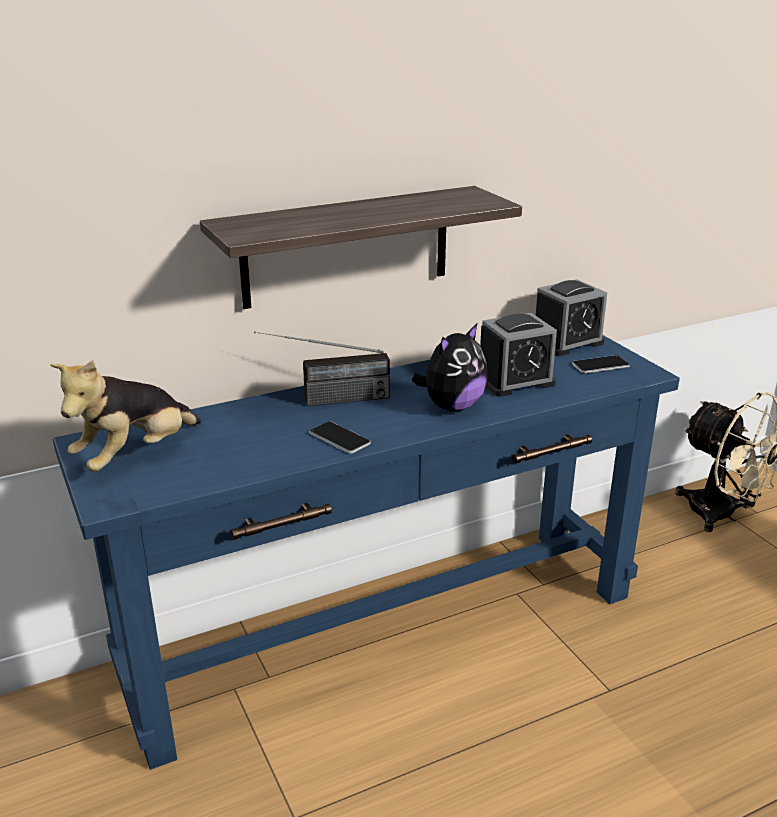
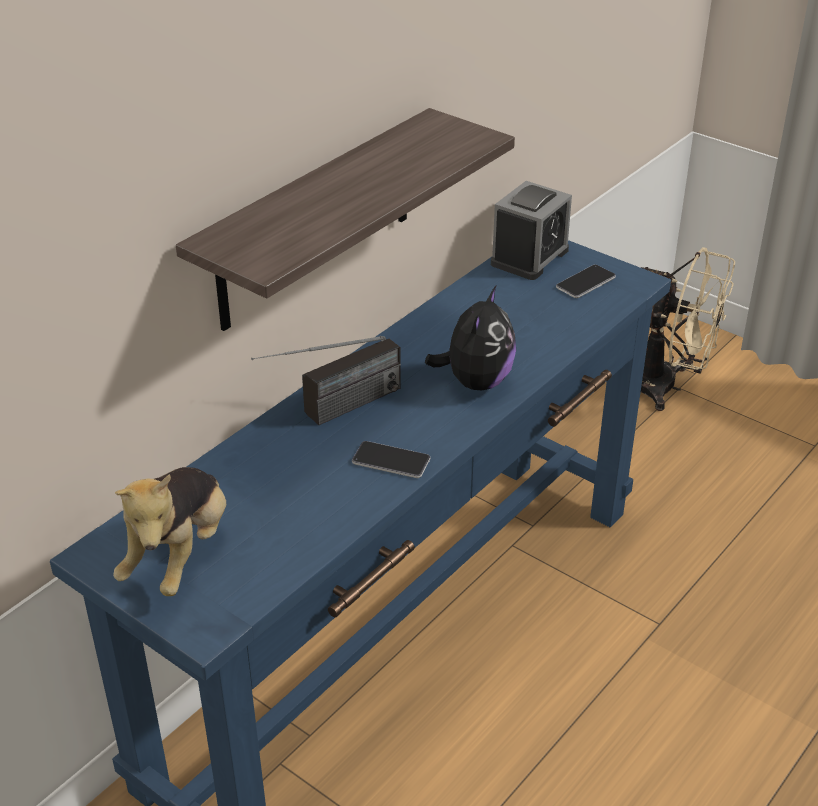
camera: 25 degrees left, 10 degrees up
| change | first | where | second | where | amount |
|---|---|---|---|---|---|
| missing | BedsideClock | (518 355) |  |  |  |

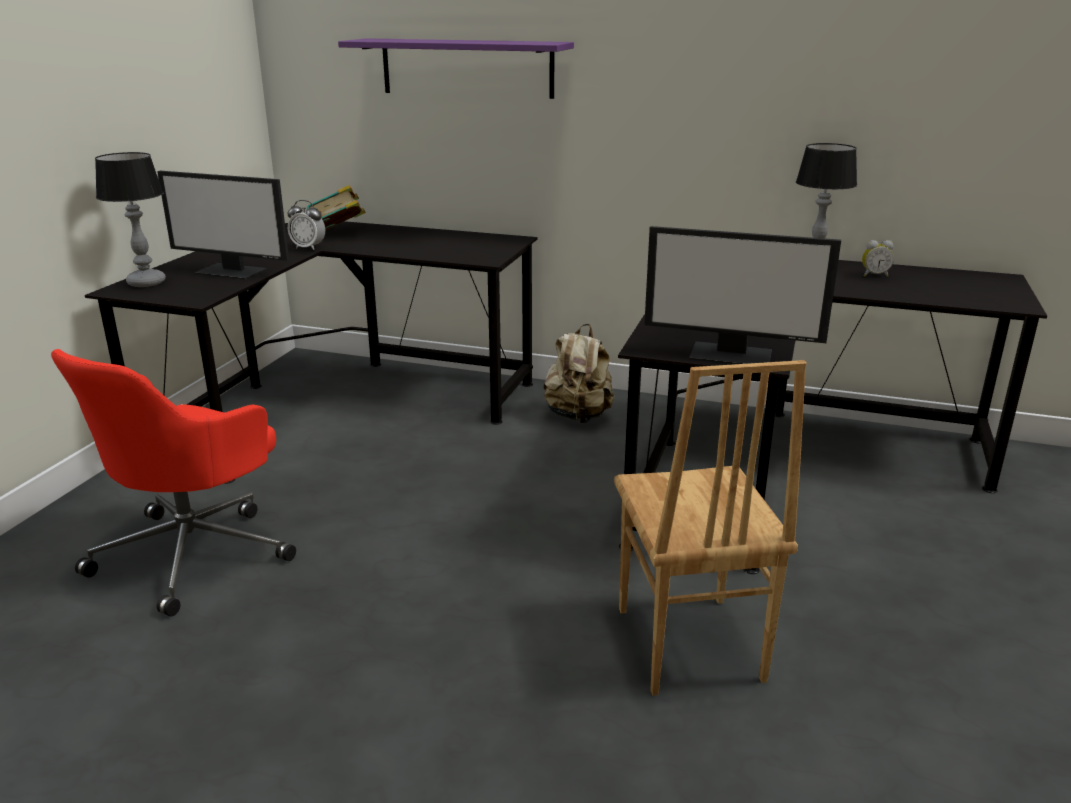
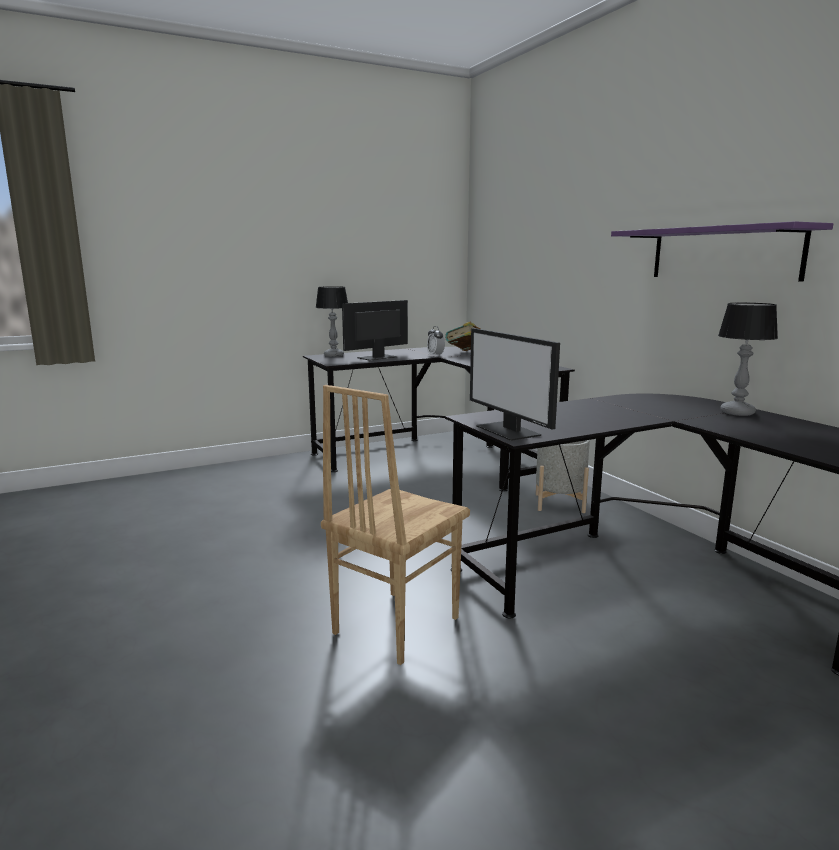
camera: 45 degrees right, 10 degrees down
| change | first | where | second | where | amount |
|---|---|---|---|---|---|
| relocated | PurpleBracketShelf | (456 68) |  | (722 251) |  |
| spun | ComputerDisplay | (223 225) |  | (375 330) | 75 degrees clockwise |
| missing | BedsideClock | (878 258) |  |  |  |
| exchanged | BeigeColouredKnapsack | (578 373) | GreyishPlanter | (563 476) |  |
| missing | RedColouredComputerChair | (173 482) |  |  |  |

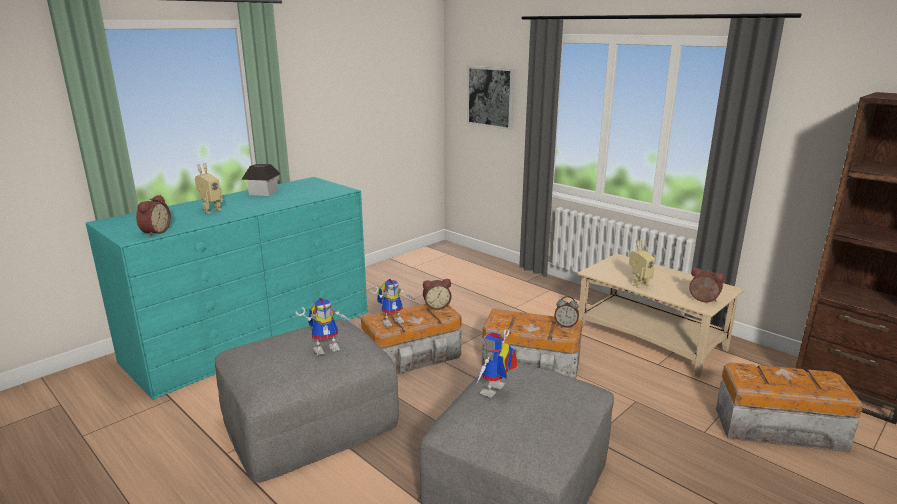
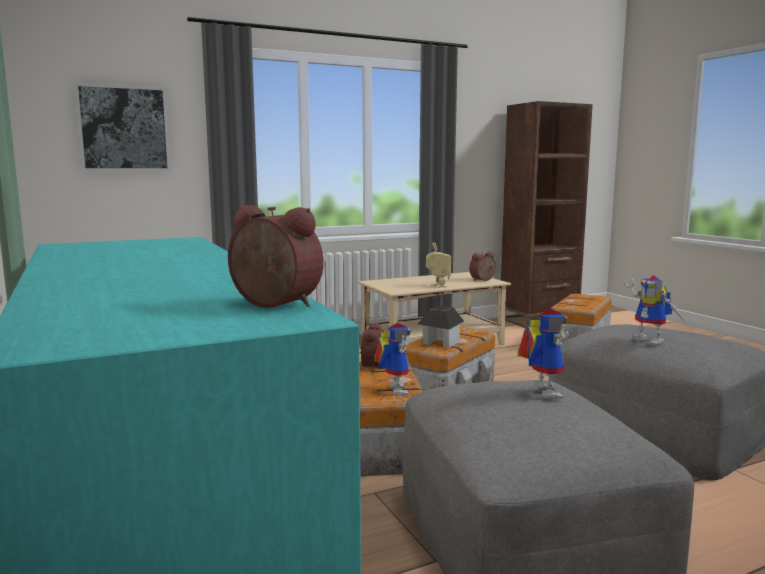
camera: 70 degrees left, 10 degrees down
| change | first | where | second | where | amount |
|---|---|---|---|---|---|
| missing | ToyRobot | (209 188) |  |  |  |
| relocated | ToyHouse | (261 180) |  | (441 327) |  |
| missing | BedsideClock | (566 312) |  |  |  |

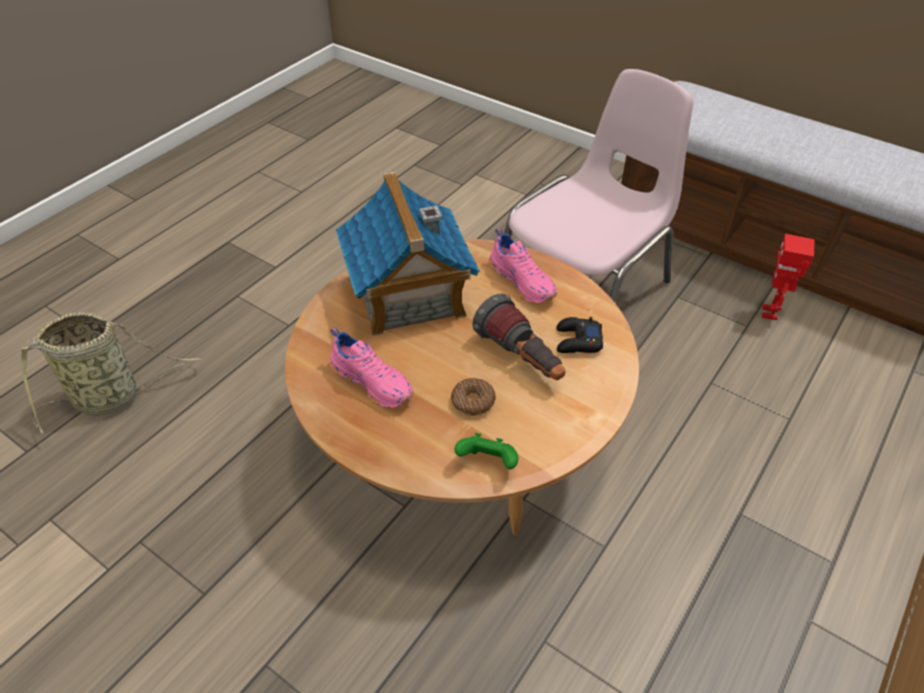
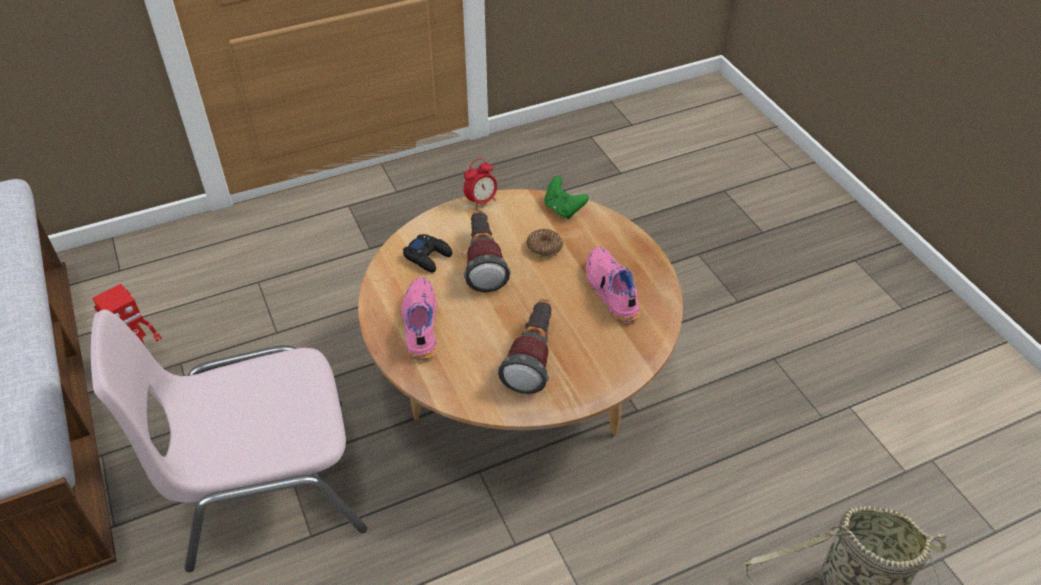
camera: 150 degrees left, 0 degrees up
| change | first | where | second | where | amount |
|---|---|---|---|---|---|
| exchanged | ToyHouse | (408 254) | Flashlight | (525 346) |  |
| appeared |  |  | BedsideClock | (480 184) |  |

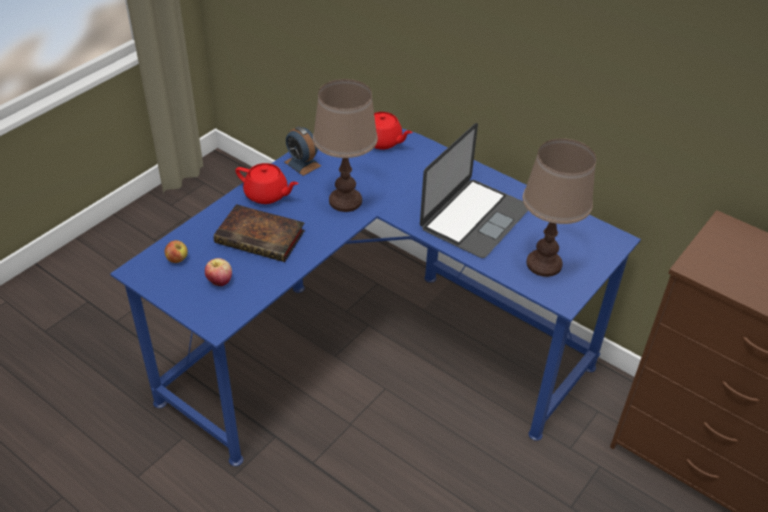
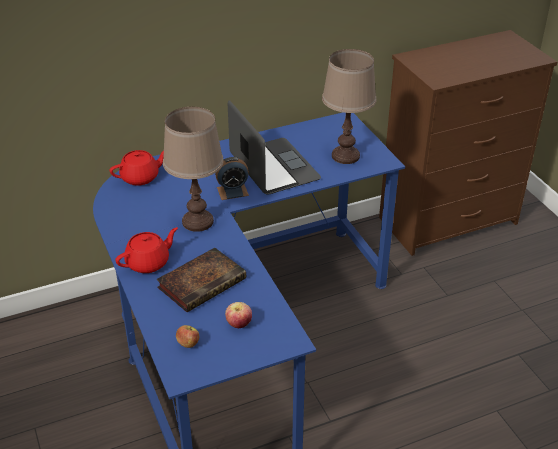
camera: 60 degrees left, 5 degrees down
| change | first | where | second | where | amount |
|---|---|---|---|---|---|
| relocated | BedsideClock | (302 151) |  | (232 178) |  |

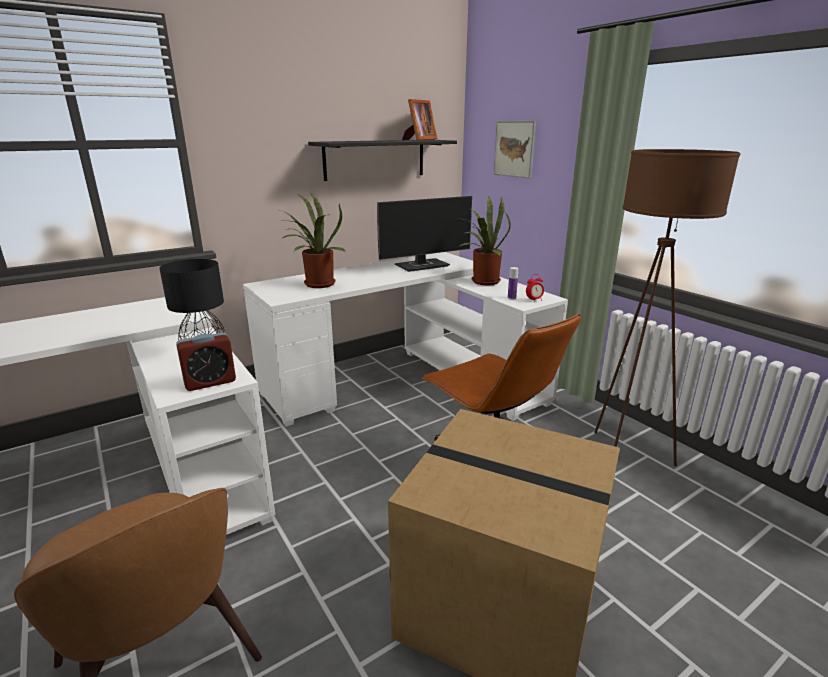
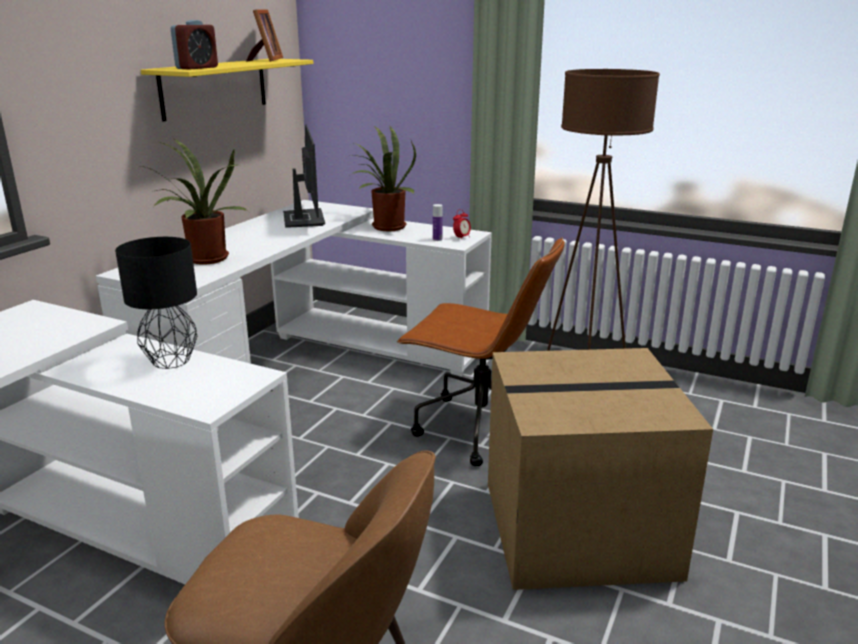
camera: 30 degrees left, 0 degrees up
| change | first | where | second | where | amount |
|---|---|---|---|---|---|
| missing | WallPicture | (514 150) |  |  |  |
| colour | BlackBracketShelf | (382 160) | YellowBracketShelf | (227 90) |  |
| spun | ComputerDisplay | (424 234) |  | (304 176) | 45 degrees counterclockwise |
| relocated | BedsideClock | (206 361) |  | (194 45) |  |

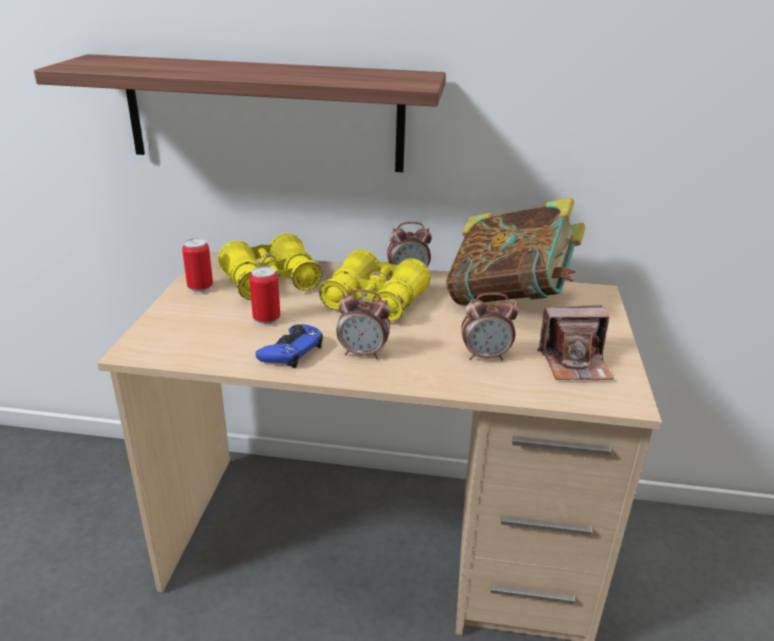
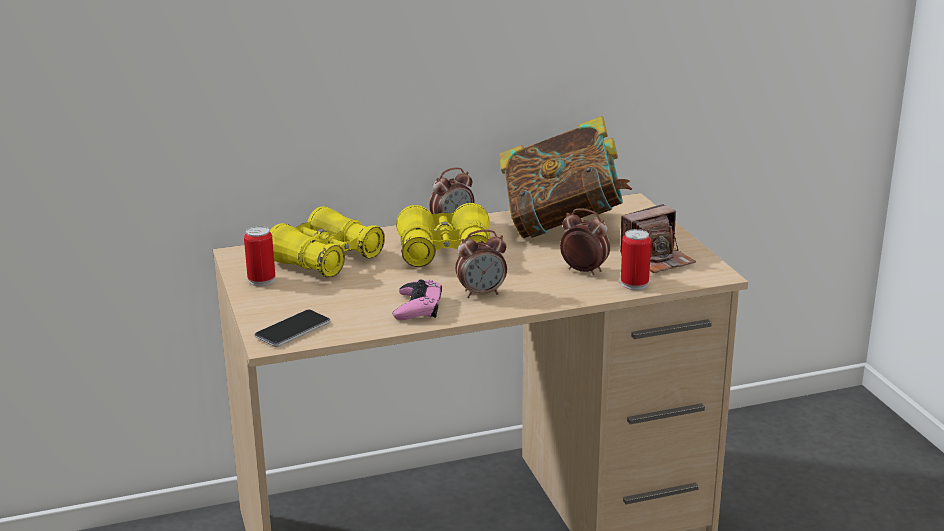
camera: 25 degrees left, 5 degrees down
| change | first | where | second | where | amount |
|---|---|---|---|---|---|
| missing | BracketShelf | (240 113) |  |  |  |
| relocated | Can | (264 296) |  | (636 259) |  |
| spun | BedsideClock | (489 326) |  | (585 241) | 120 degrees counterclockwise |
| colour | BlueGamepad | (289 346) | PinkColouredGamepad | (417 300) |  |
| appeared |  |  | Telephone | (292 328) |  |

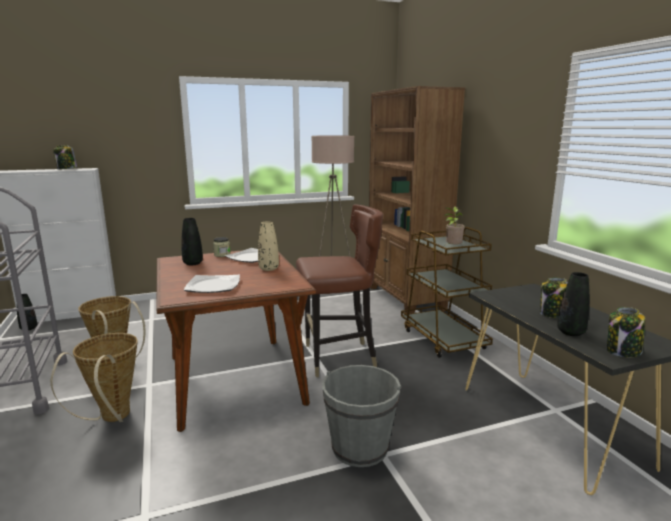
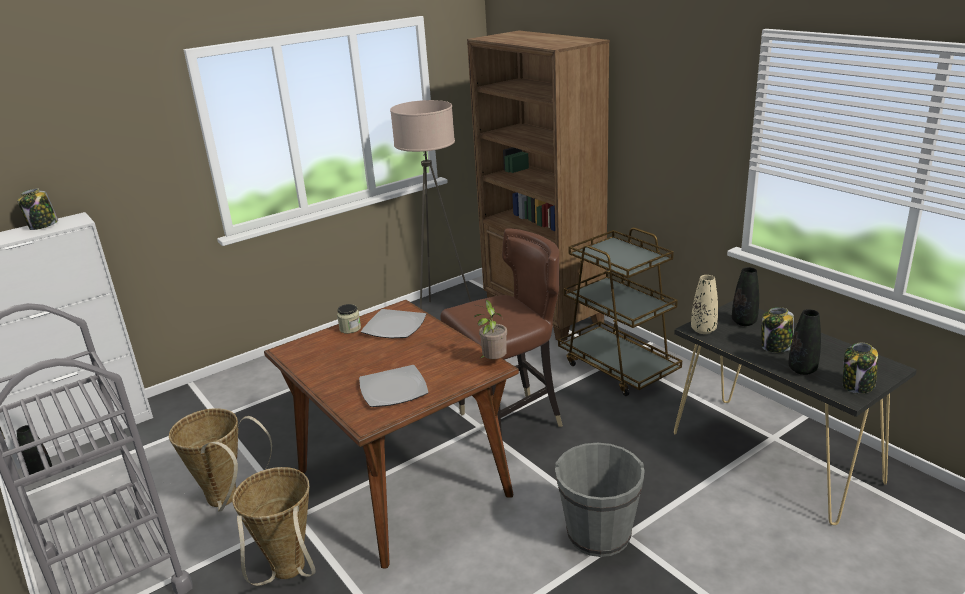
camera: 15 degrees left, 10 degrees up
| change | first | where | second | where | amount |
|---|---|---|---|---|---|
| relocated | Houseplant | (454 226) |  | (490 329) |  |
| relocated | BlackFlowerVase | (192 241) |  | (745 296) |  |
| relocated | BeigeColouredFlowerVase | (268 246) |  | (704 304) |  |

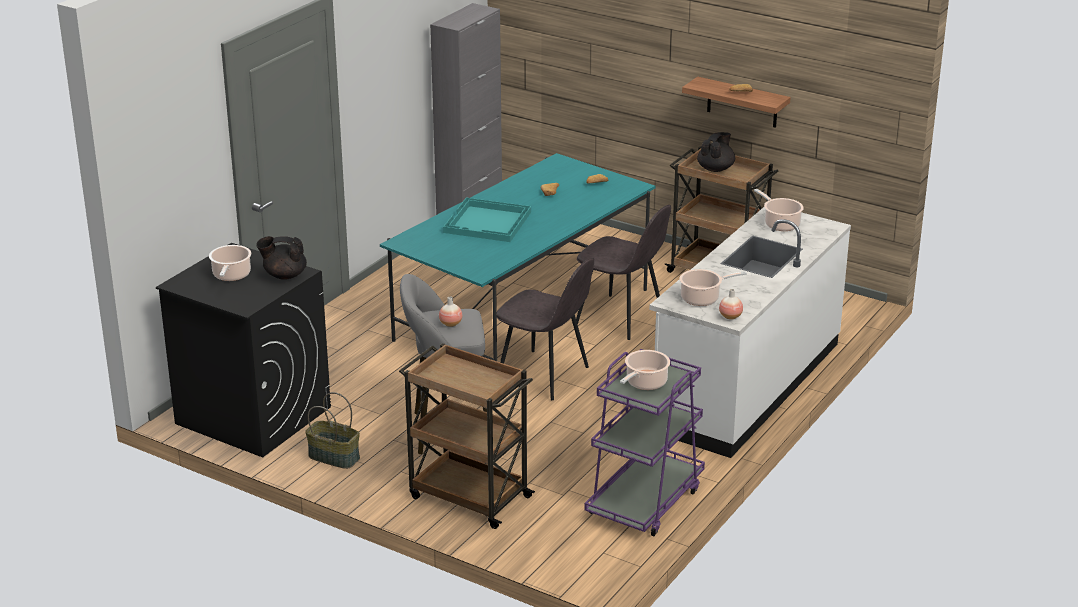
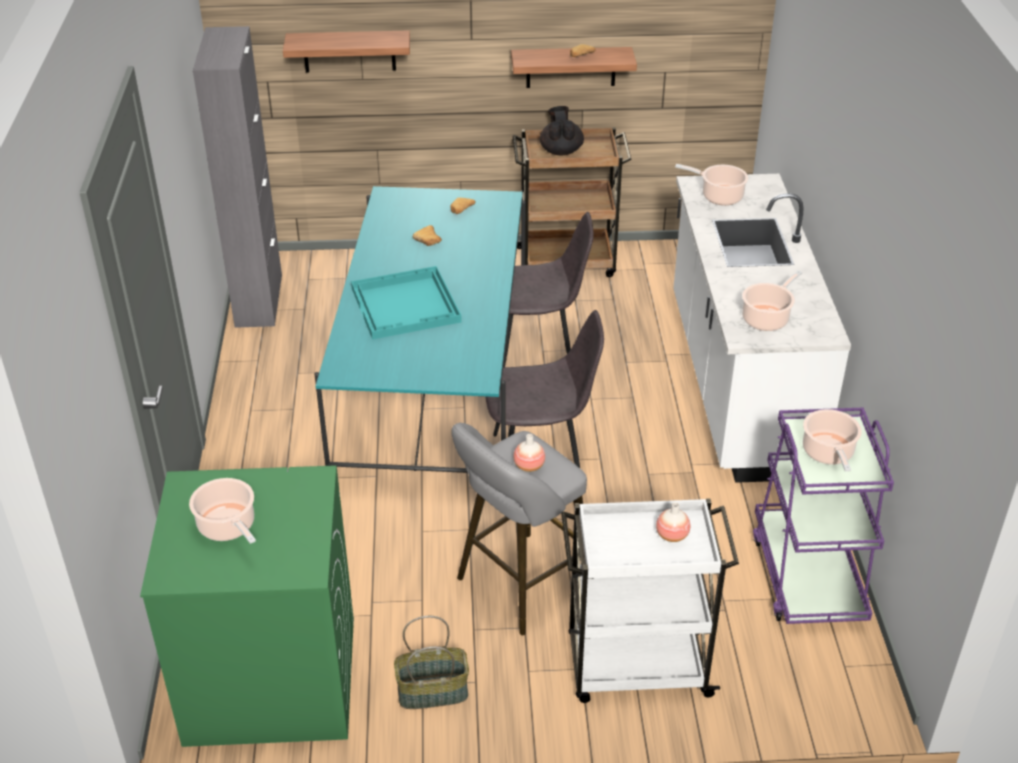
camera: 35 degrees left, 10 degrees up
| change | first | where | second | where | amount |
|---|---|---|---|---|---|
| missing | BlackTeaPot | (281 258) |  |  |  |
| colour | BlackLaundryMachine | (243 350) | GreenishLaundryMachine | (247 606) |  |
| relocated | FlowerVase | (731 304) |  | (673 522) |  |
| colour | BrownishWheeledCart | (467 436) | WhiteWheeledCart | (650 600) |  |
| appeared |  |  | BracketShelf | (346 52) |  |

